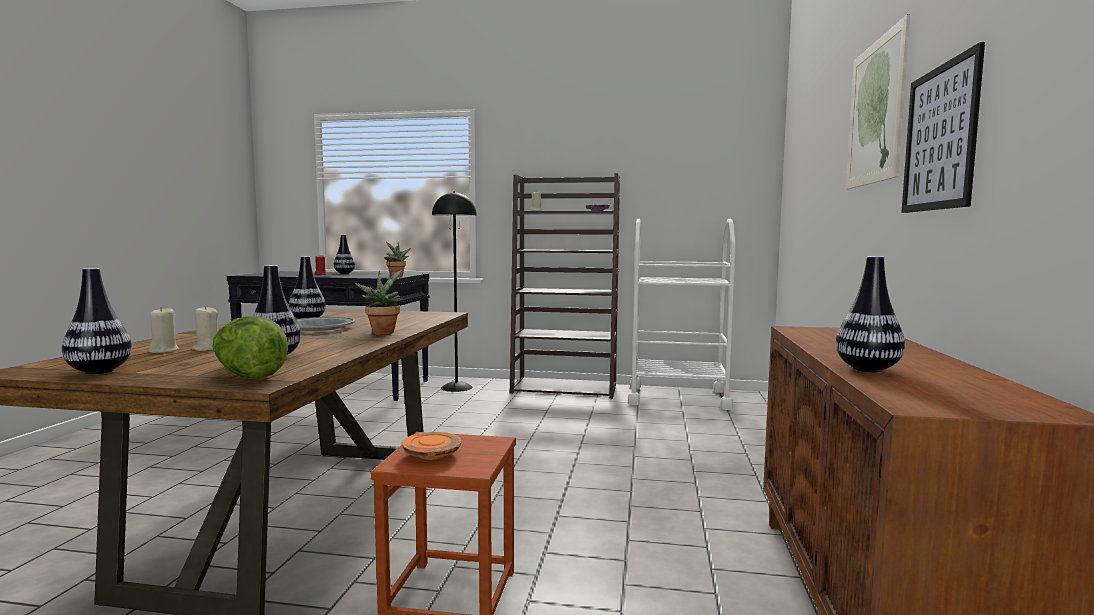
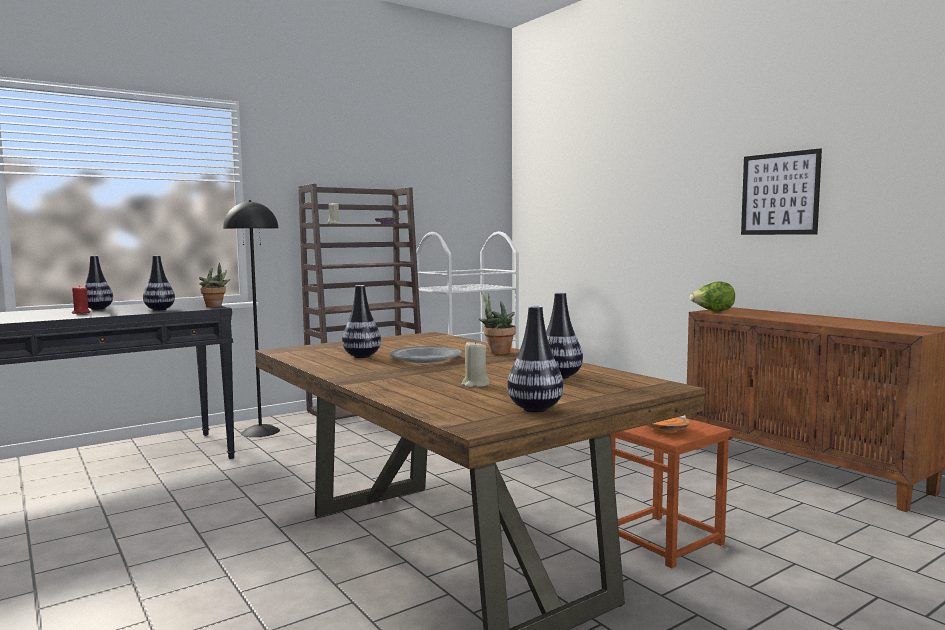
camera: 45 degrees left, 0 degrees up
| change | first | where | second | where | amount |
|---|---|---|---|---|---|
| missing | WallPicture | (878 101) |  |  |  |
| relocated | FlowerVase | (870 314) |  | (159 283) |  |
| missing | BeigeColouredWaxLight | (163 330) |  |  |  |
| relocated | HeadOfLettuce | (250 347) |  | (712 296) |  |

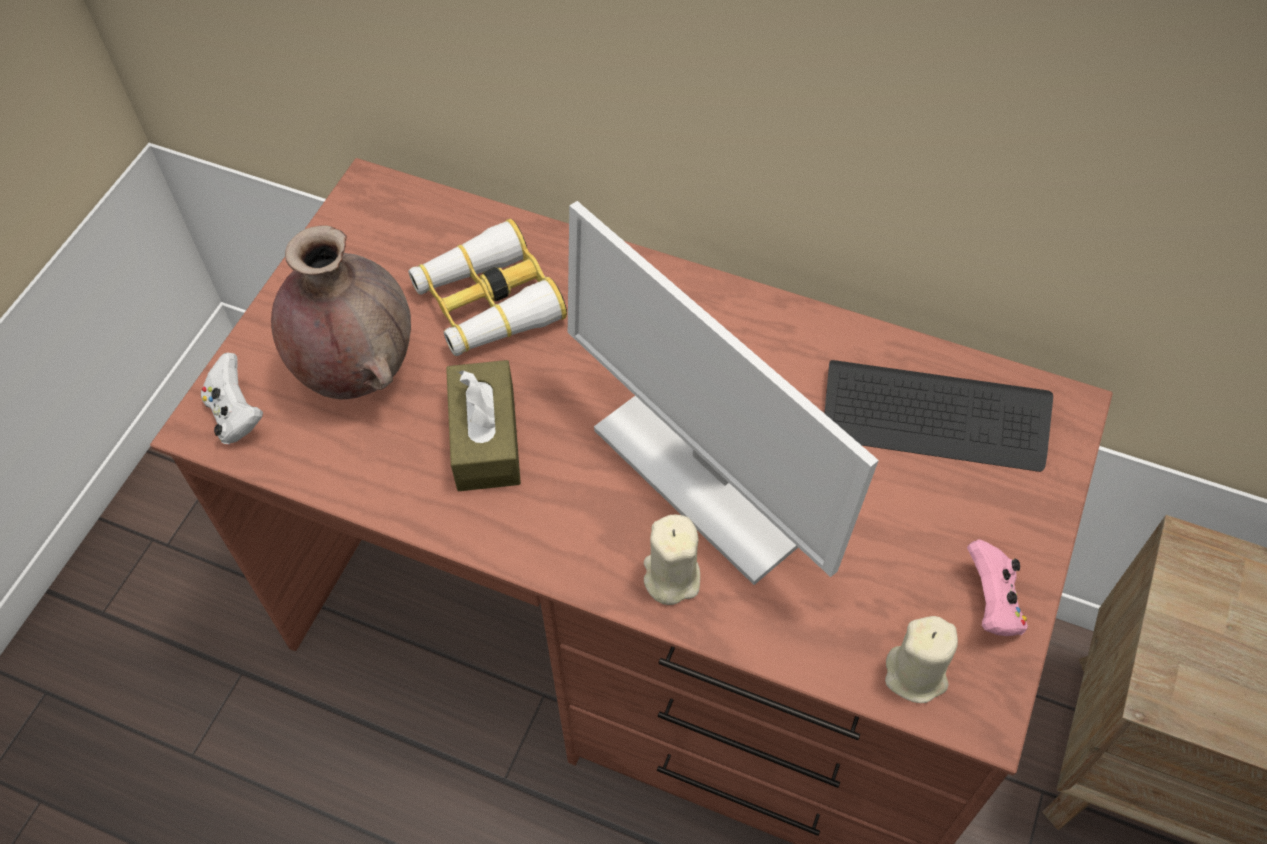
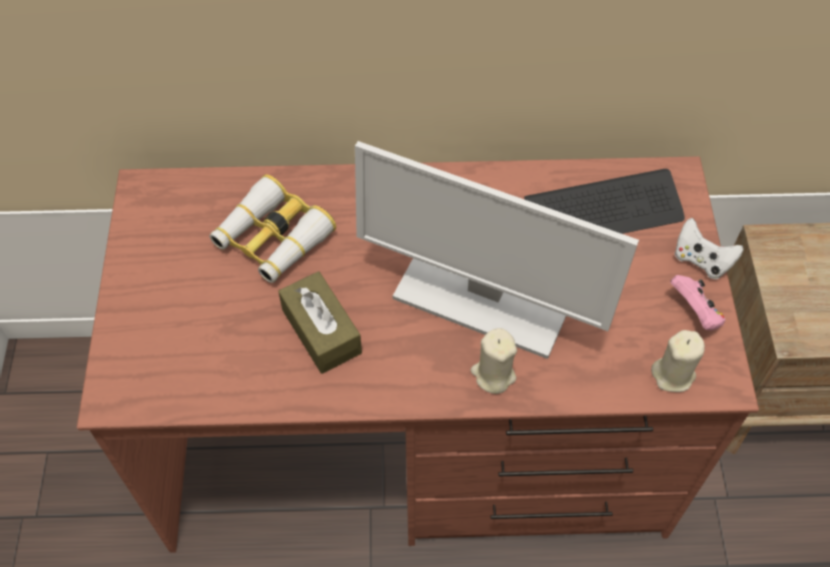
camera: 25 degrees left, 0 degrees up
| change | first | where | second | where | amount |
|---|---|---|---|---|---|
| missing | BrownishFlowerVase | (341 312) |  |  |  |
| relocated | WhiteGamepad | (232 399) |  | (709 248) |  |

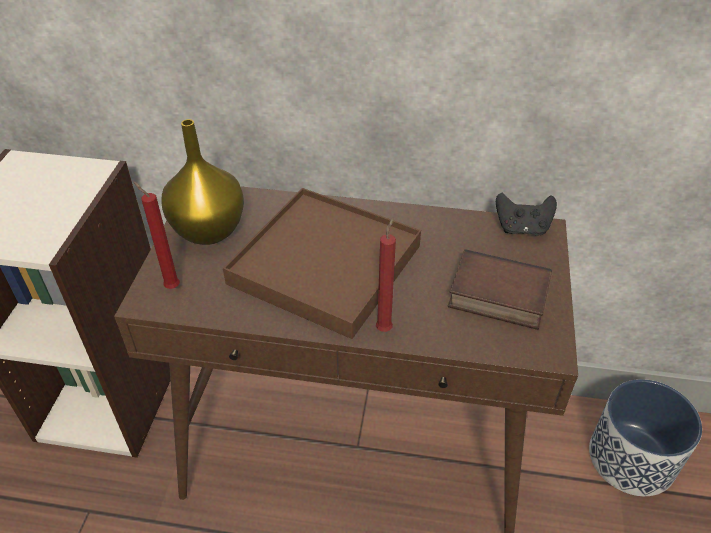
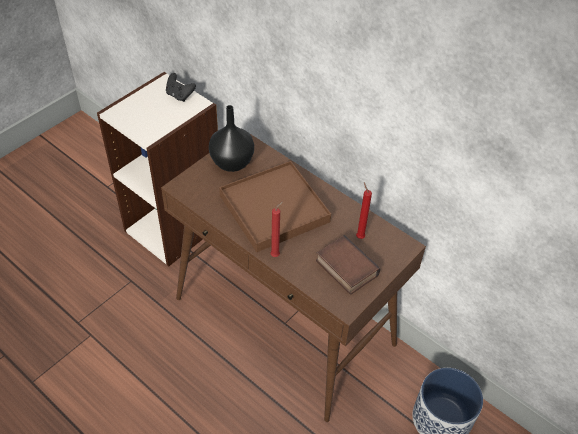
camera: 30 degrees right, 5 degrees up
| change | first | where | second | where | amount |
|---|---|---|---|---|---|
| colour | YellowFlowerVase | (202 182) | BlackFlowerVase | (231 138) |  |
| relocated | RedColouredWaxLight | (156 235) |  | (364 210) |  |
| relocated | BlackGamepad | (526 214) |  | (181 87) |  |

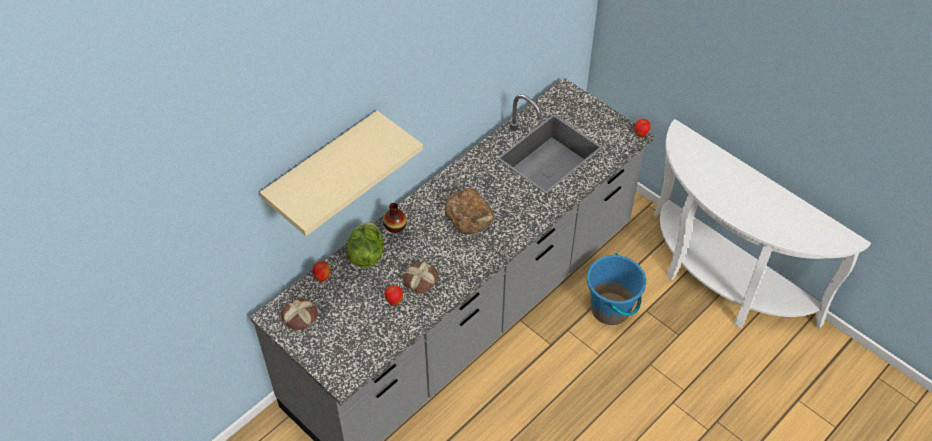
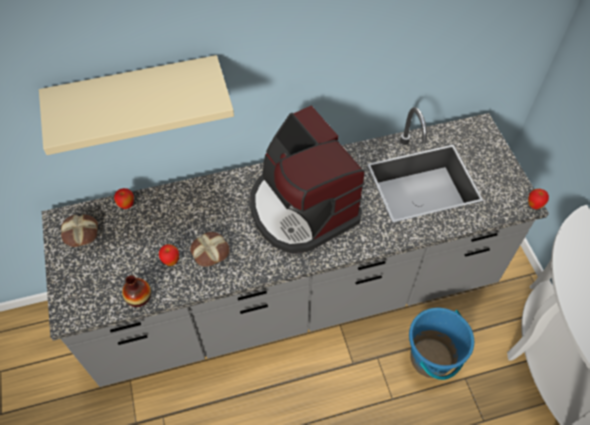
camera: 30 degrees right, 5 degrees up
| change | first | where | second | where | amount |
|---|---|---|---|---|---|
| exchanged | Bread | (470 211) | CoffeeMaker | (307 179) |  |
| relocated | FlowerVase | (395 218) |  | (136 291) |  |
| missing | HeadOfLettuce | (365 245) |  |  |  |

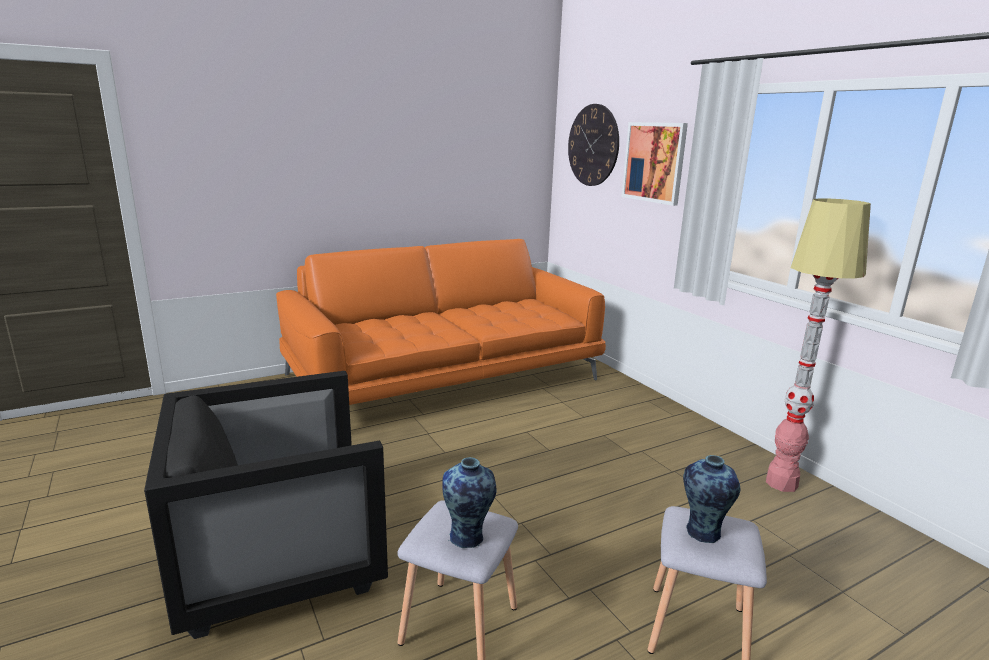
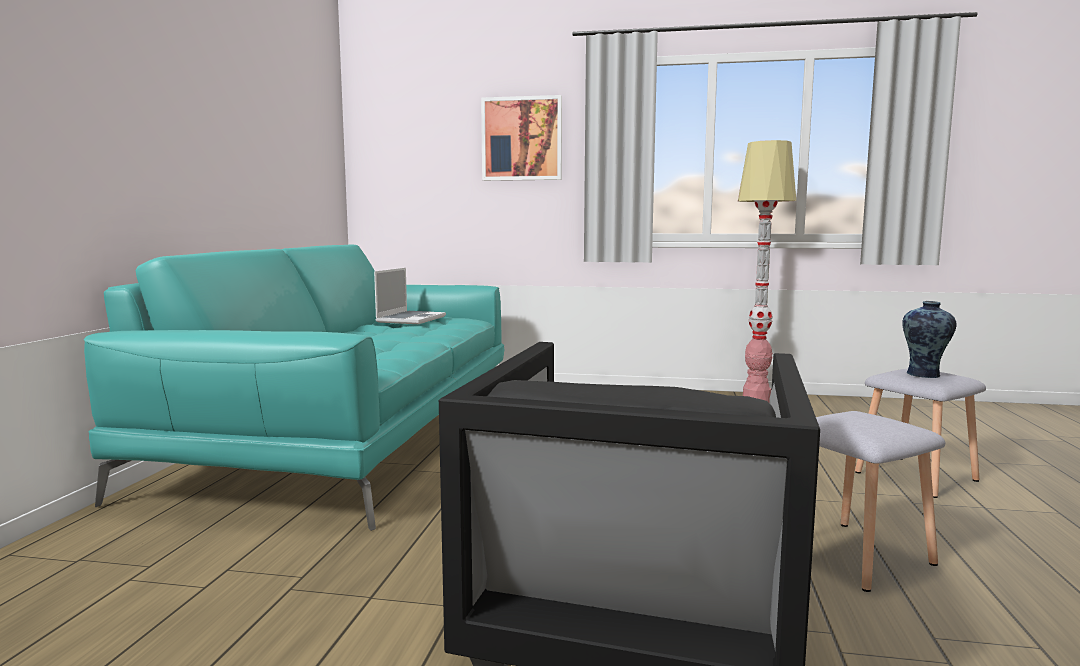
camera: 50 degrees left, 10 degrees down
| change | first | where | second | where | amount |
|---|---|---|---|---|---|
| missing | ClockOnTheWall | (593 145) |  |  |  |
| colour | OrangeSofa | (441 322) | BlueGreenSofa | (294 387) |  |
| missing | FlowerVase | (469 502) |  |  |  |
| appeared |  |  | PortableComputer | (410 296) |  |

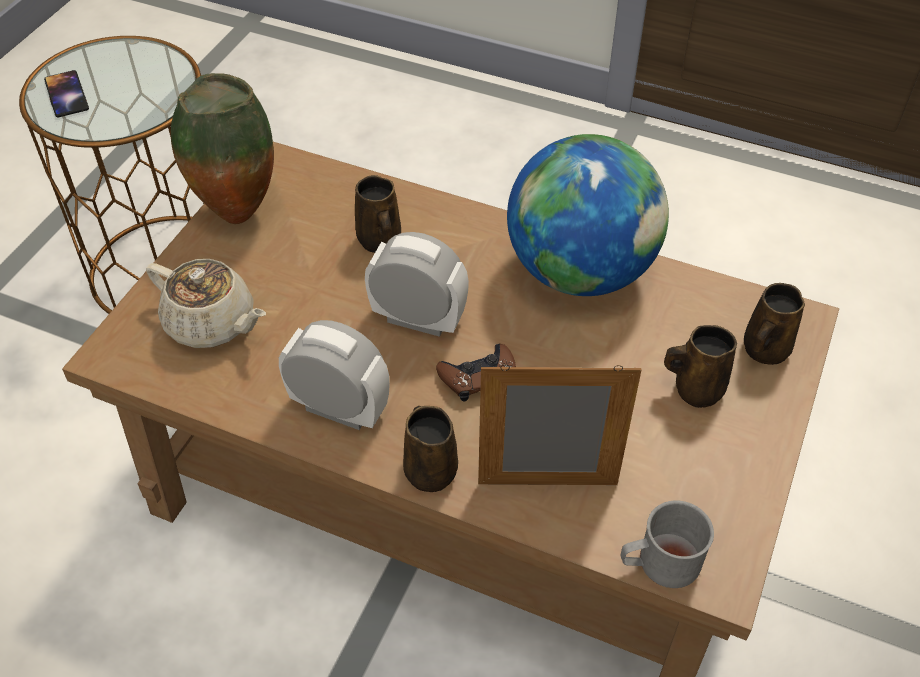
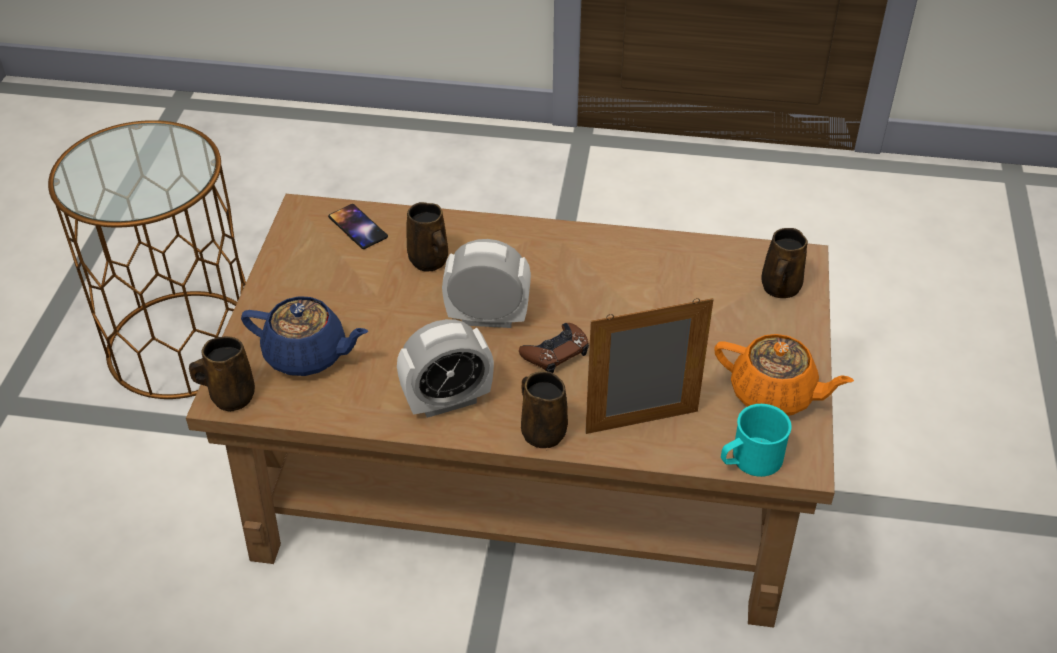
camera: 15 degrees left, 5 degrees down
| change | first | where | second | where | amount |
|---|---|---|---|---|---|
| relocated | Telephone | (66 93) |  | (358 226) |  |
| missing | FlowerVase | (222 148) |  |  |  |
| missing | Globe | (588 215) |  |  |  |
| colour | BeigeColouredTeaPot | (206 303) | BlueTeaPot | (304 336) |  |
| spun | BedsideClock | (334 375) |  | (445 368) | 150 degrees clockwise |
| relocated | BrownishTeaMug | (700 366) |  | (222 374) |  |
| colour | GreyishTeaMug | (667 544) | BlueGreenTeaMug | (756 440) |  |
| appeared |  |  | OrangeTeaPot | (784 375) |  |

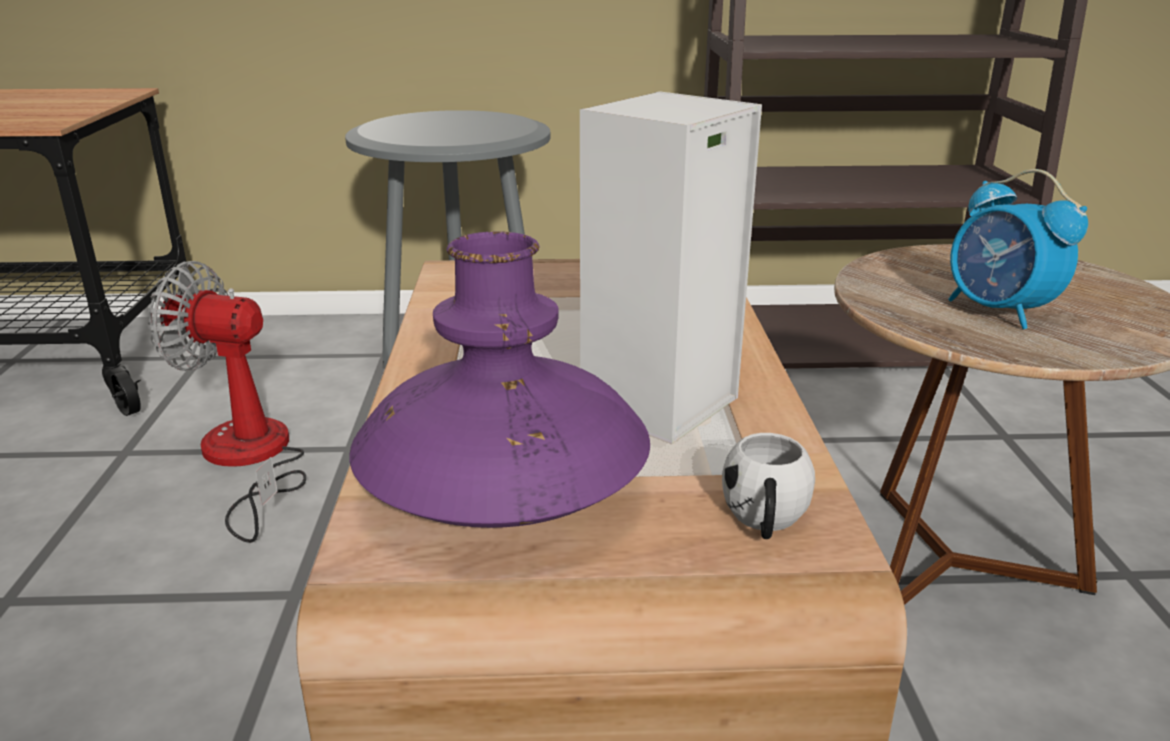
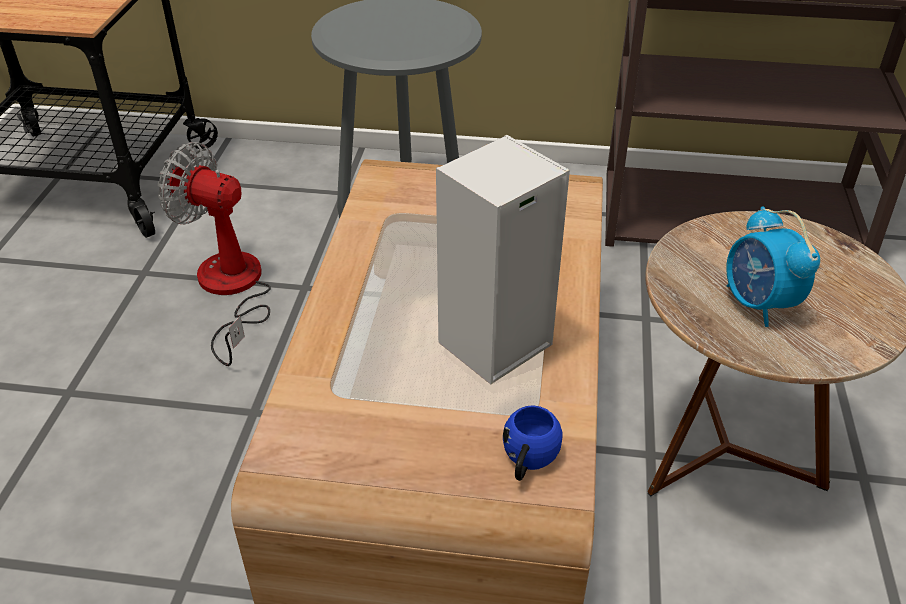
camera: 10 degrees right, 15 degrees up
| change | first | where | second | where | amount |
|---|---|---|---|---|---|
| missing | PurpleFlowerVase | (499 379) |  |  |  |
| colour | WhiteTeaMug | (768 486) | BlueTeaMug | (533 443) |  |

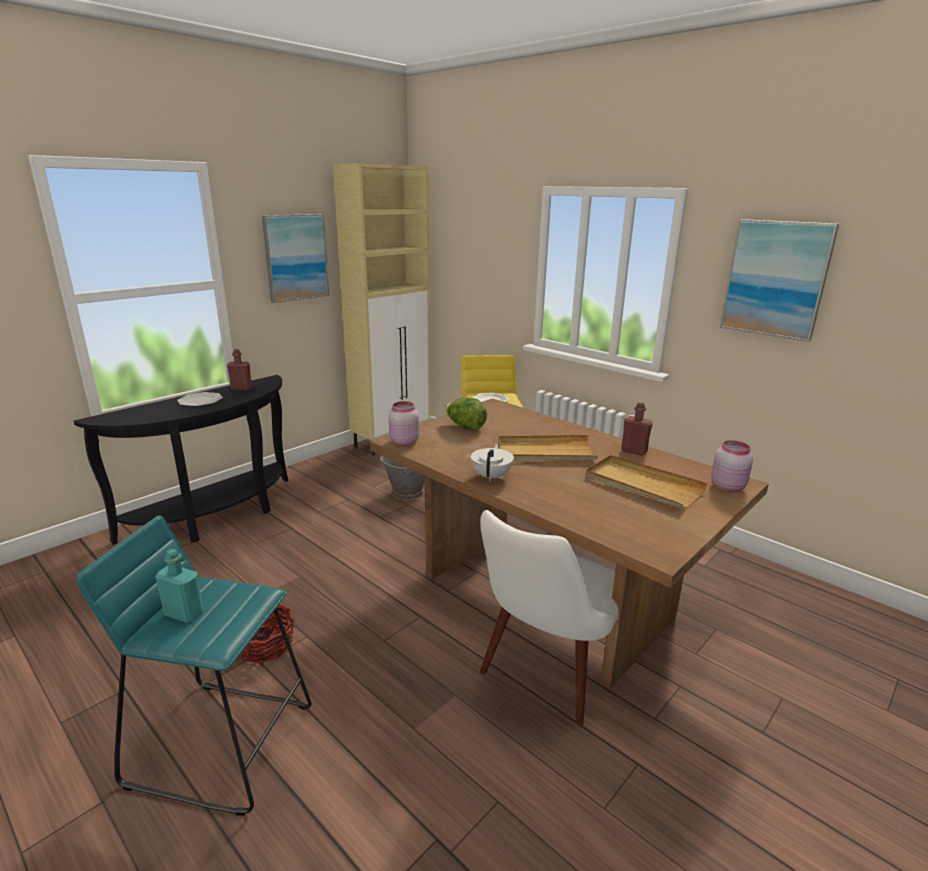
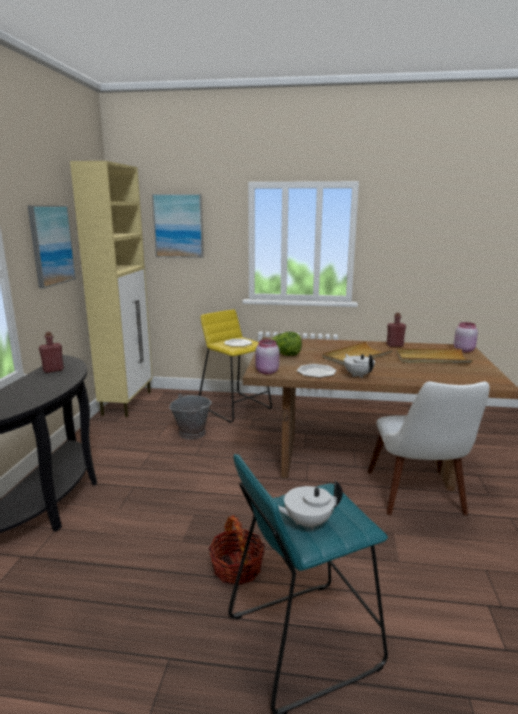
camera: 35 degrees left, 5 degrees down
| change | first | where | second | where | amount |
|---|---|---|---|---|---|
| relocated | WallPicture | (779 280) |  | (178 226) |  |
| relocated | FlatDish | (200 399) |  | (317 371) |  |
| exchanged | BlueGreenBottle | (179 586) | WhiteTeaPot | (310 505) |  |

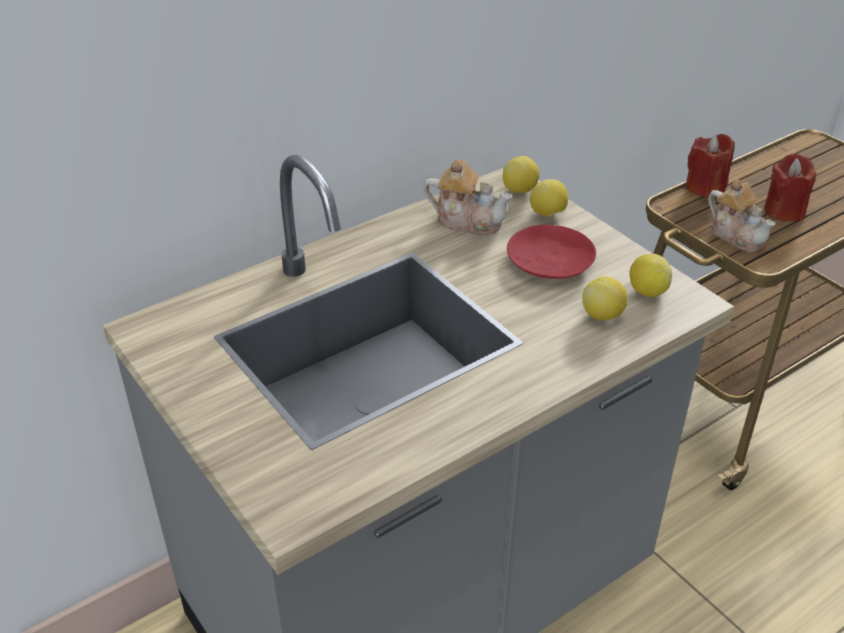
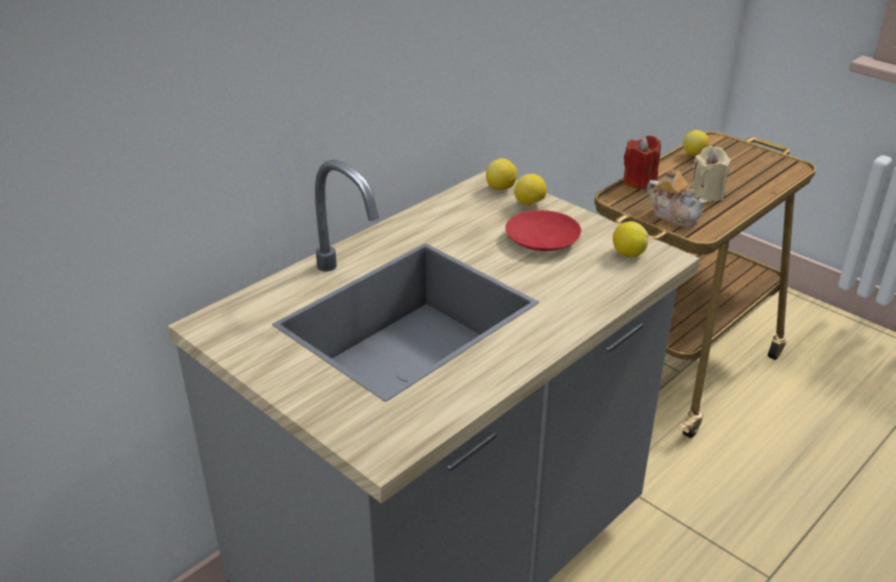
camera: 10 degrees left, 5 degrees down
| change | first | where | second | where | amount |
|---|---|---|---|---|---|
| colour | RedColouredWaxLight | (790 188) | BeigeColouredWaxLight | (710 174) |  |
| missing | TeaPot | (467 197) |  |  |  |
| relocated | Lemon | (605 298) |  | (696 142) |  |

